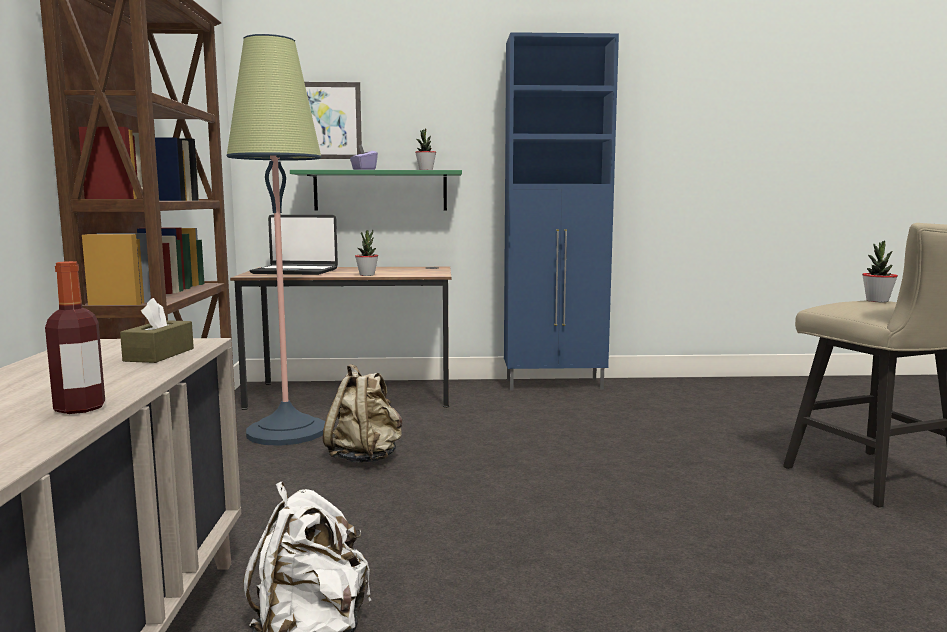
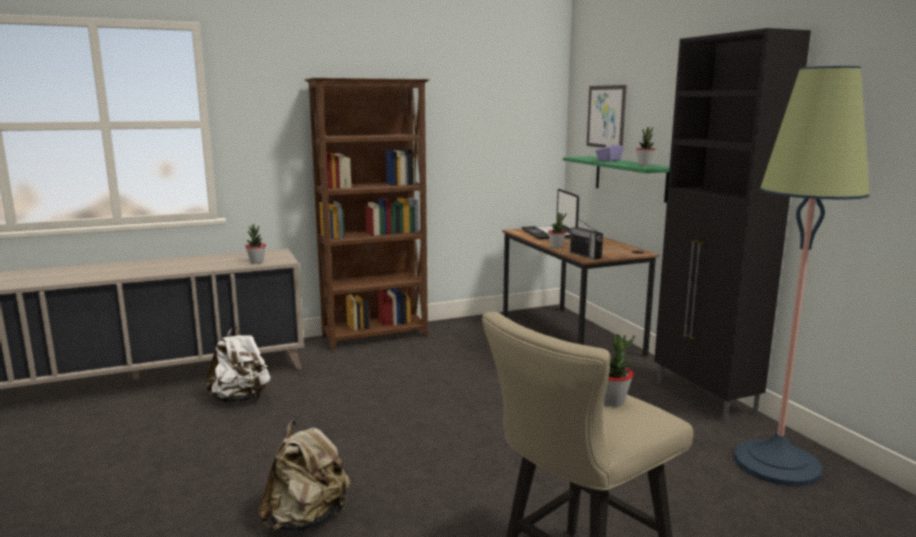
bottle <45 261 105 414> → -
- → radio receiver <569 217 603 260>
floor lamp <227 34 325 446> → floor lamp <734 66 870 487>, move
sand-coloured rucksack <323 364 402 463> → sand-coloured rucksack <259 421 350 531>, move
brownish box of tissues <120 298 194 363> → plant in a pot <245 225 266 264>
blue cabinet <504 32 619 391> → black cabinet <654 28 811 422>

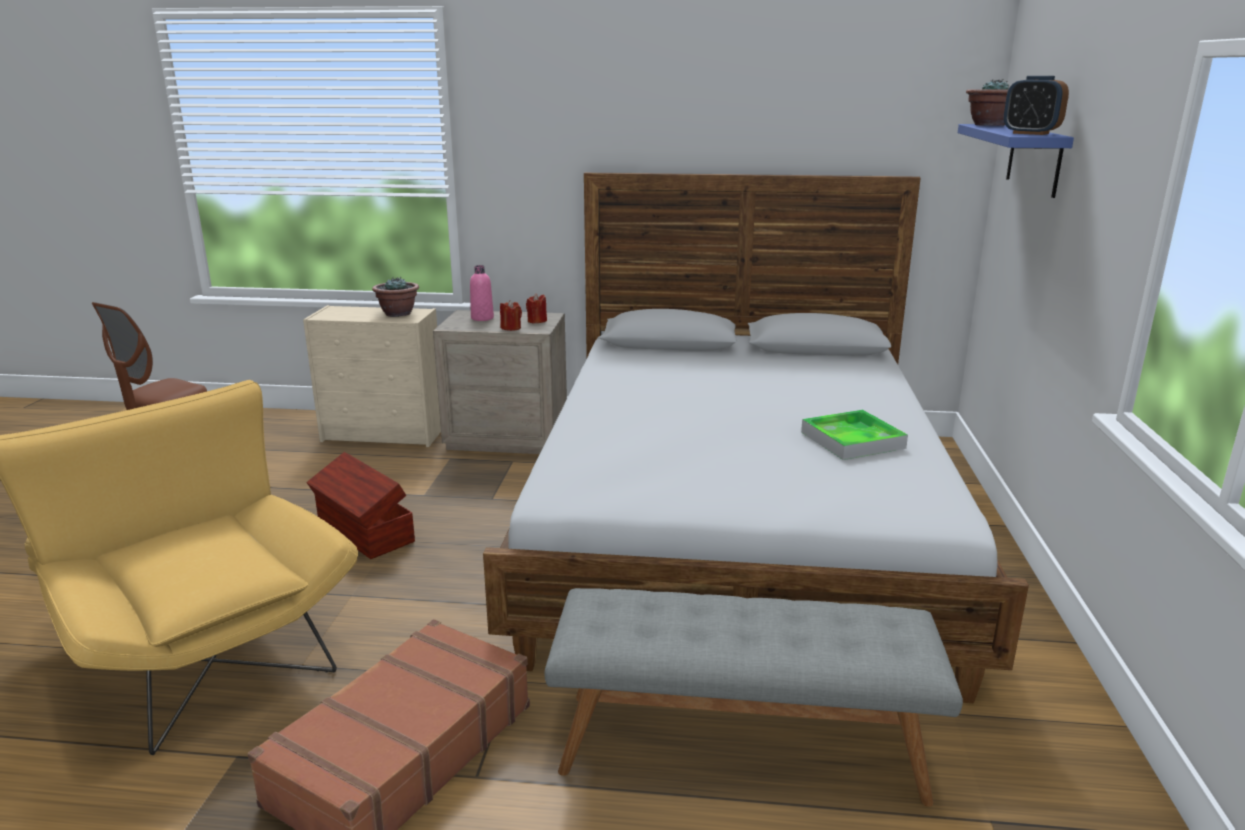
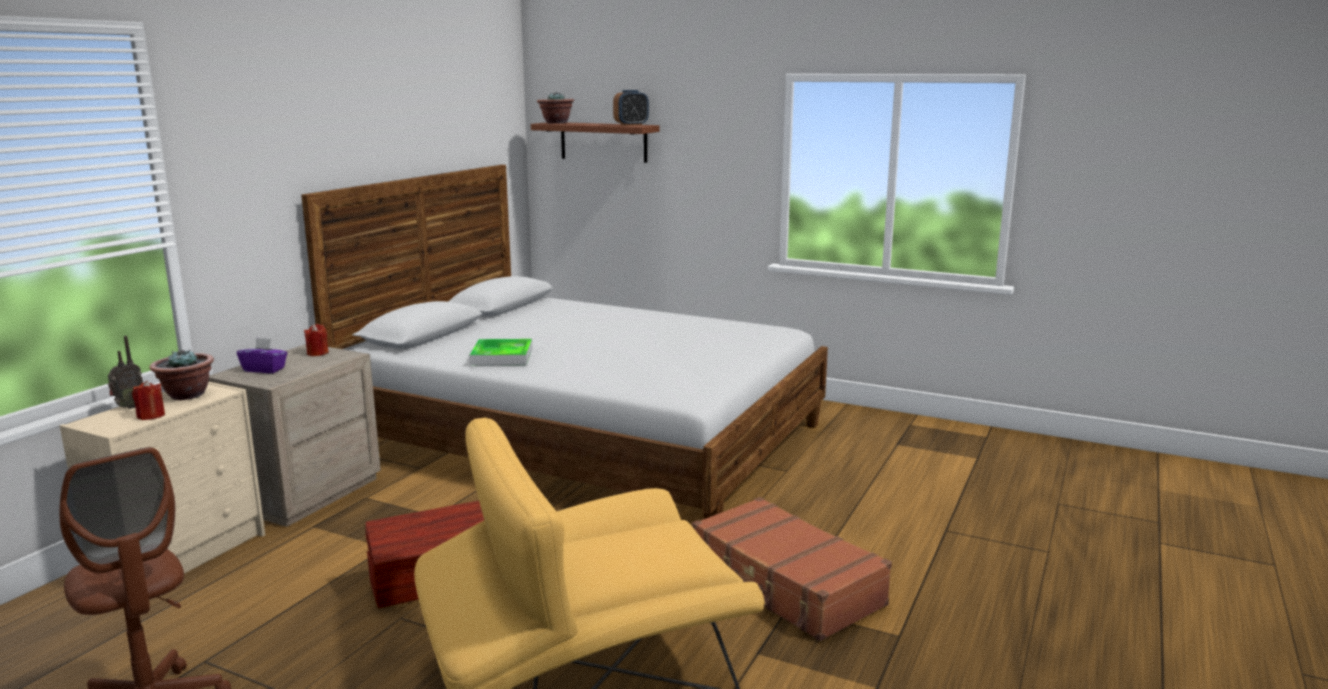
gray indoor bench <545 588 963 807> → -
- → radio receiver <108 336 143 409>
reddish wax light <500 300 522 331> → reddish wax light <132 381 165 420>, move
tray <801 410 908 460> → tray <470 339 532 366>, move
pink bottle <470 265 494 321> → purple-coloured box of tissues <237 338 287 373>
blue bracket shelf <958 124 1074 198> → brownish bracket shelf <531 122 659 163>

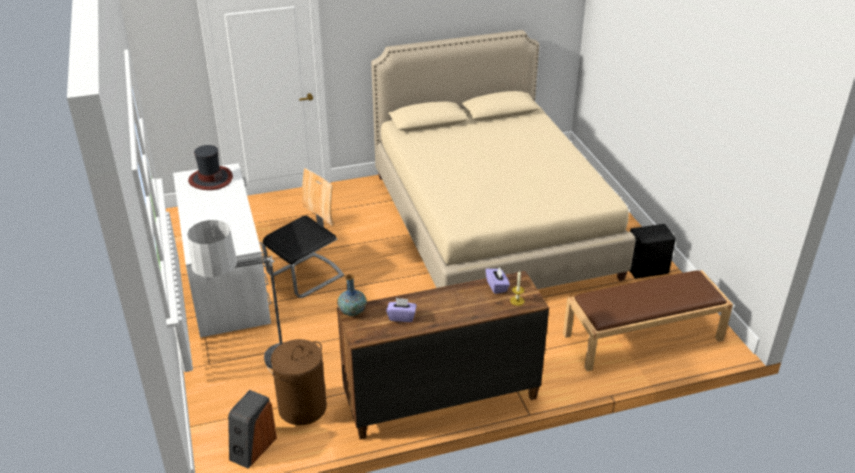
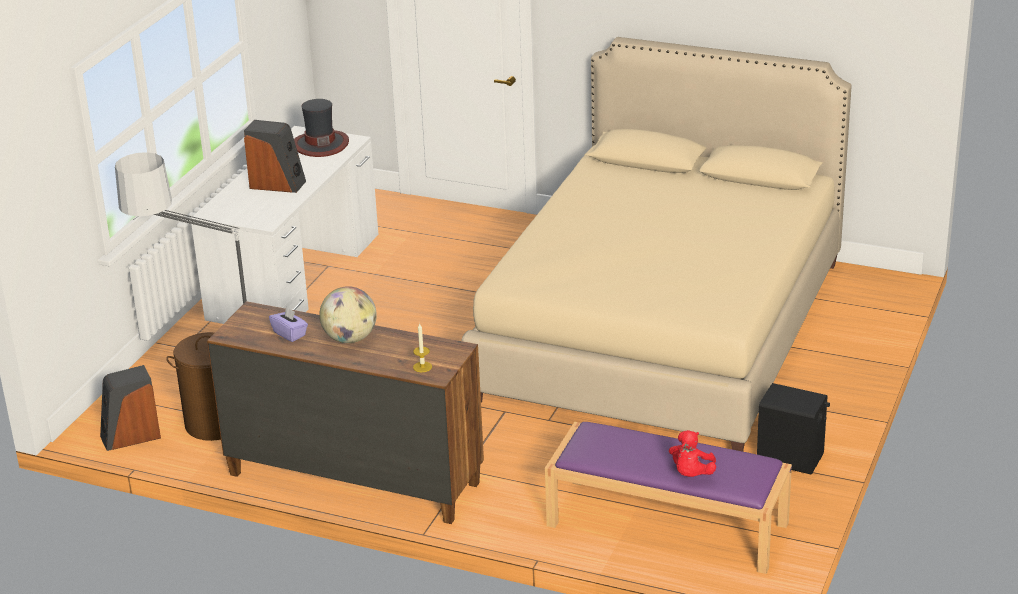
upright chair <262 168 344 298> → -
decorative vase <337 274 367 316> → -
purple-coloured box of tissues <486 266 510 294> → -
- → audio speaker <244 120 306 193>
- → desk globe <319 286 377 343>
- → reddish plush toy <669 430 716 477>
brownish indoor bench <563 270 733 371> → purple-coloured indoor bench <545 422 792 574>

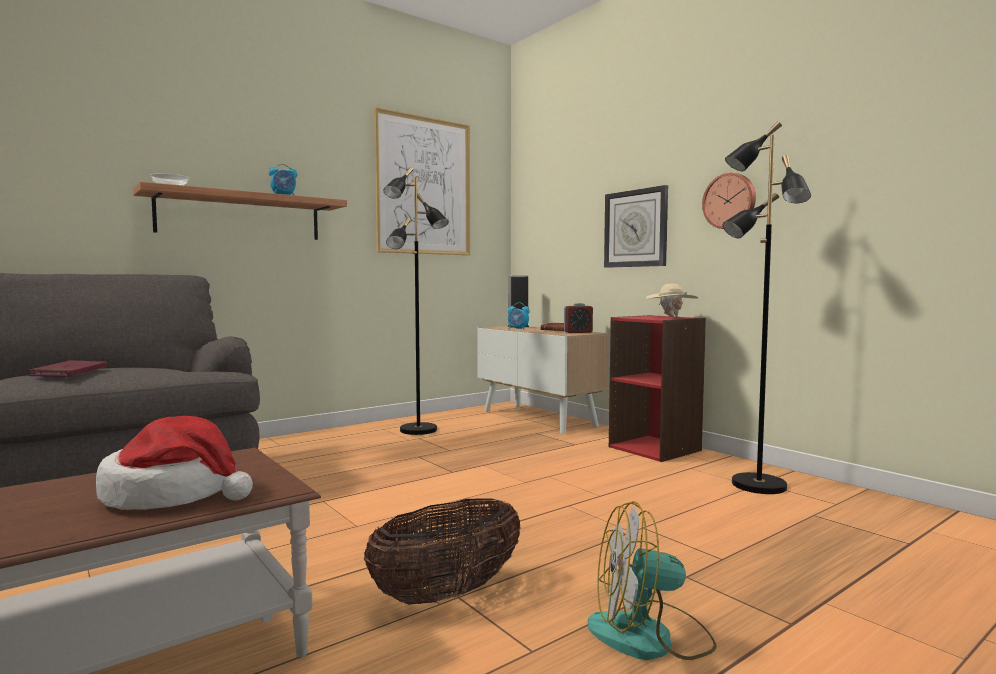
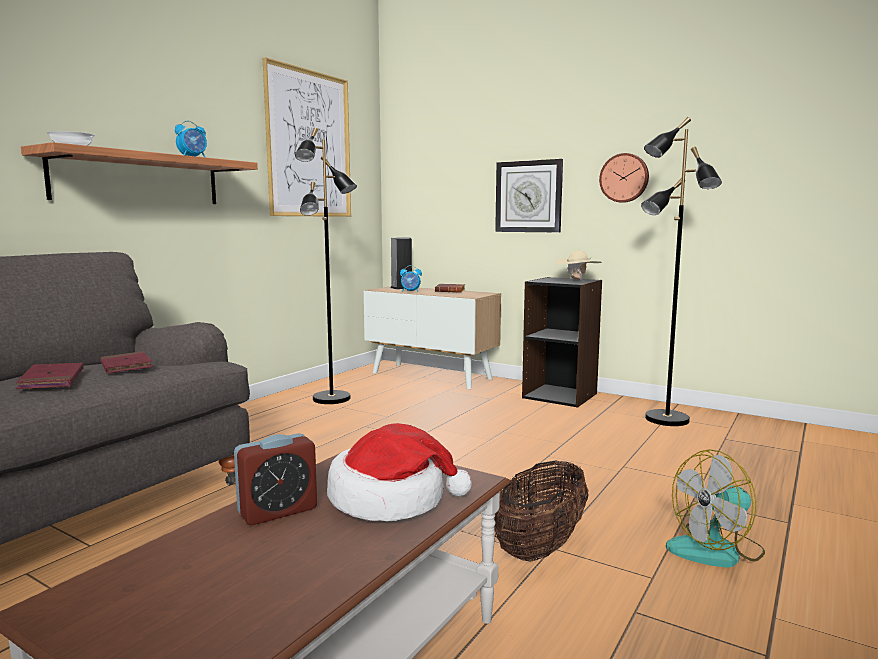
- → reddish bound book <100 351 153 373>
alarm clock <564 303 593 333> → alarm clock <234 433 317 525>, move
reddish shelving unit <609 315 706 462> → black shelving unit <522 277 602 408>

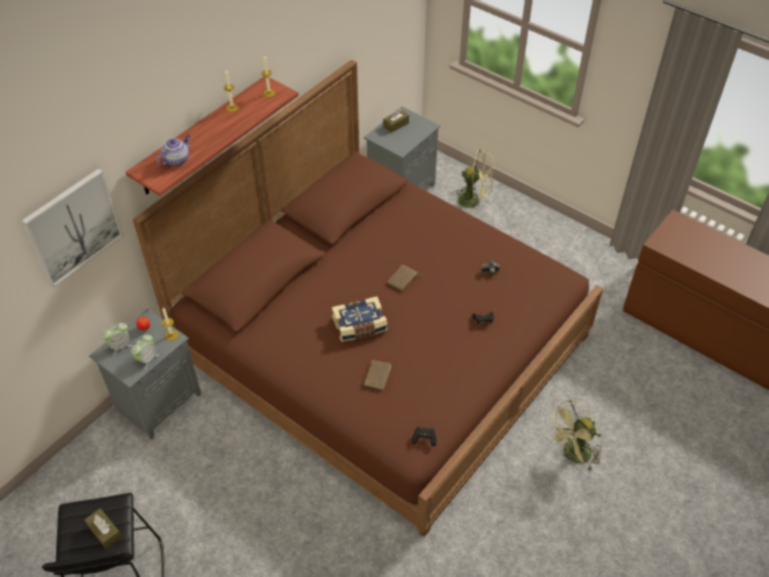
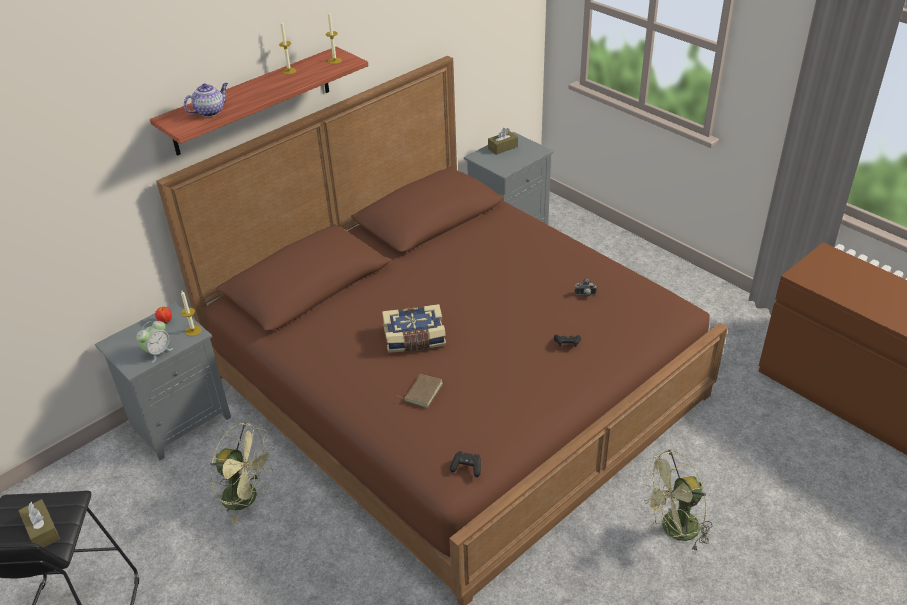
picture <21 169 123 288> → -
alarm clock <102 323 133 355> → -
brownish bound book <387 265 423 291> → -
greenish electric fan <452 149 493 215> → greenish electric fan <210 422 275 524>, move

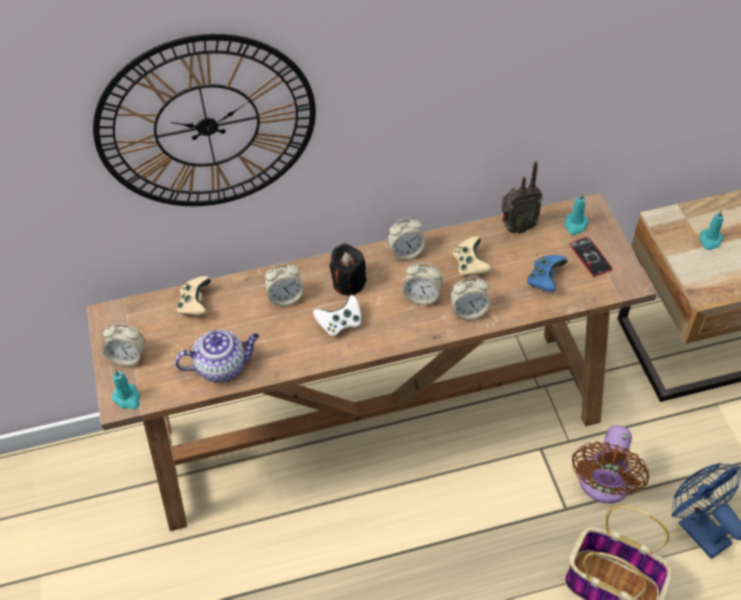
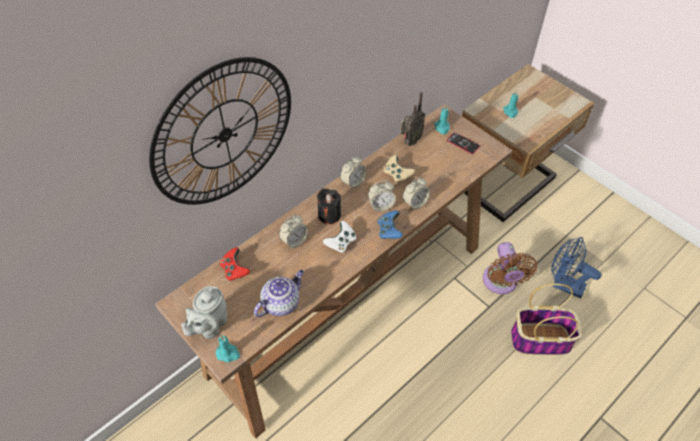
blue joypad <527 255 568 292> → blue joypad <378 211 403 239>, move
alarm clock <102 323 145 366> → gray tea pot <181 286 227 339>
sand-coloured joypad <177 276 211 315> → reddish joypad <220 247 250 281>

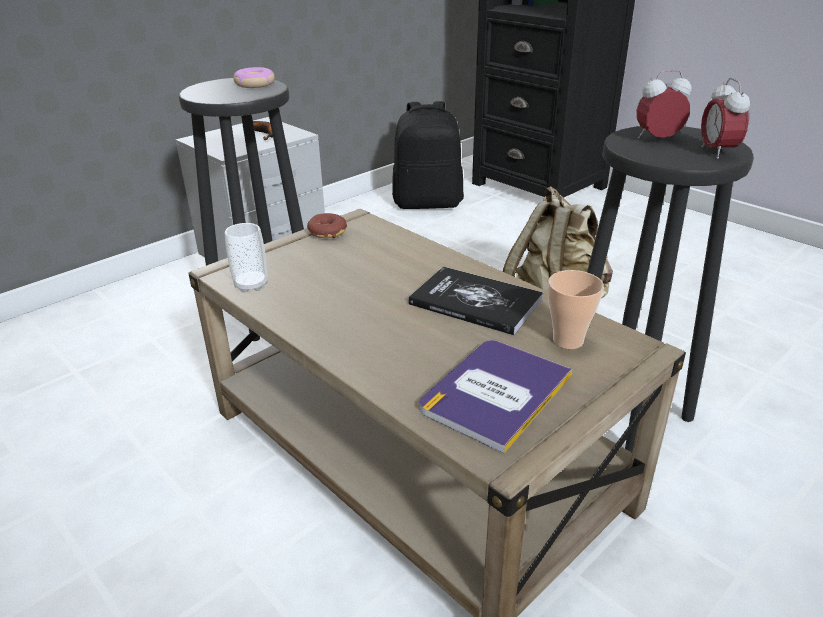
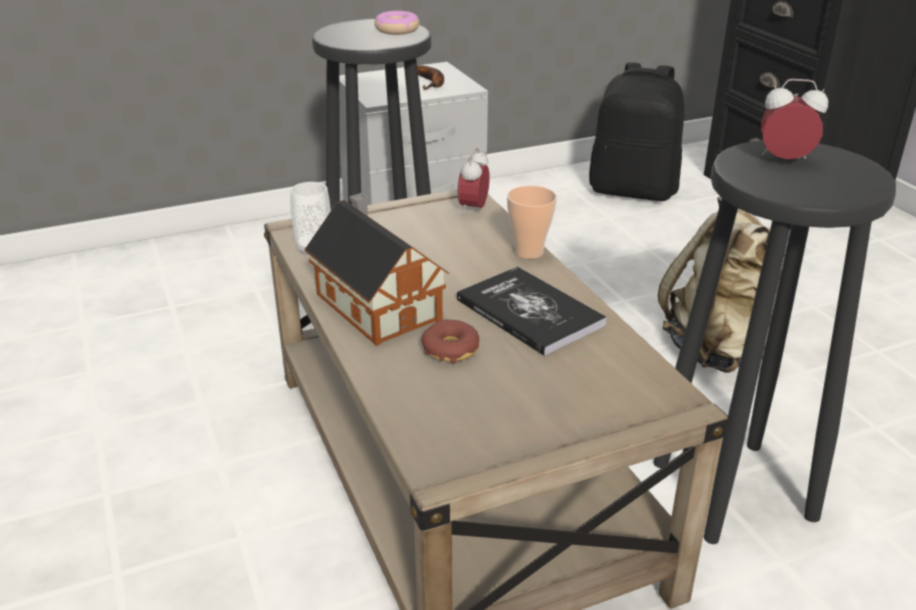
bound book <420 340 572 453> → -
- → miniature house <304 193 449 346>
doughnut <307 213 347 238> → doughnut <421 320 479 364>, move
small cup <548 270 604 349> → small cup <507 186 557 259>, move
alarm clock <701 78 750 159> → alarm clock <457 148 490 216>, move

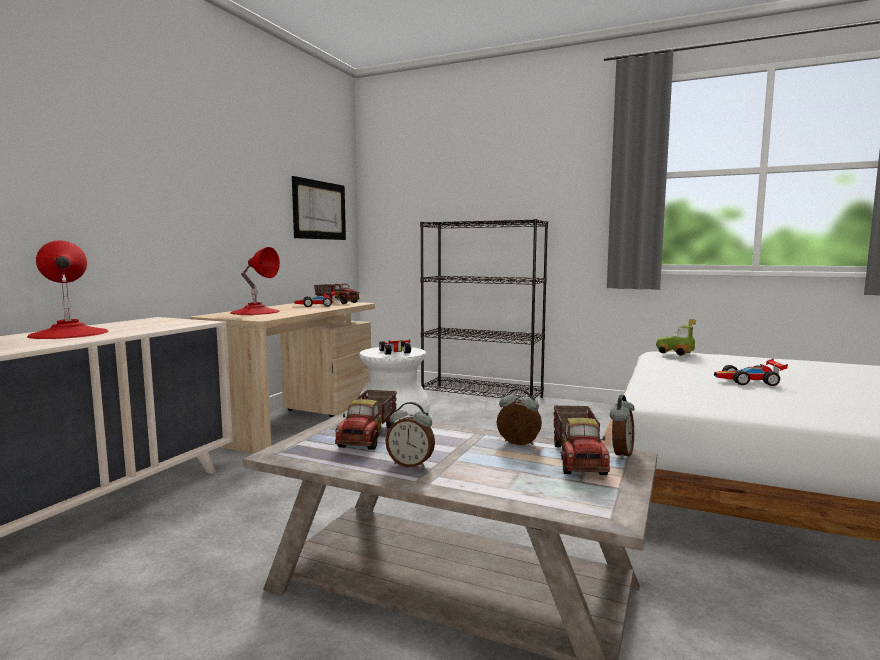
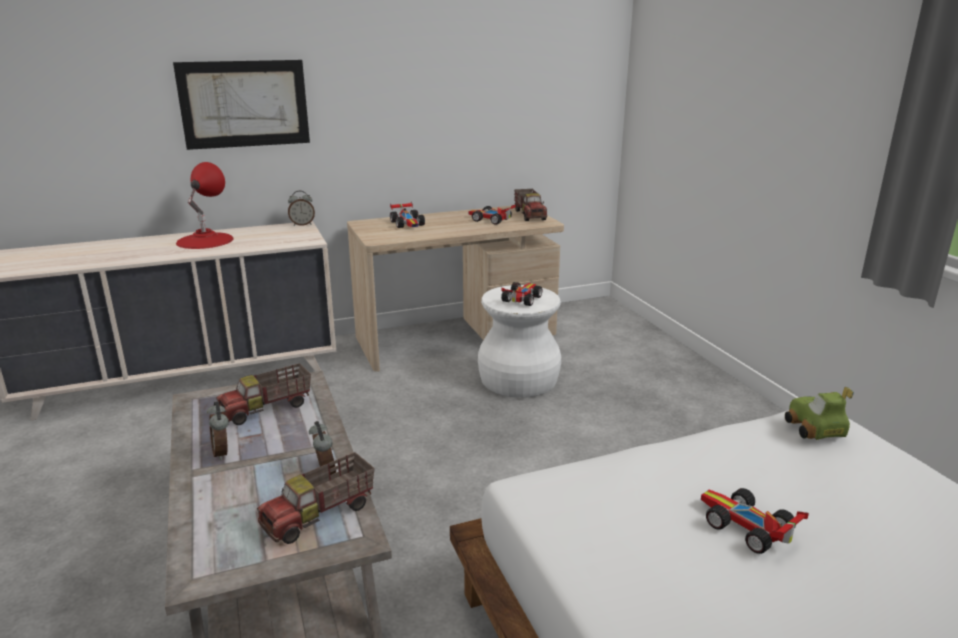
black shelving unit <420 219 548 400> → -
picture <292 176 346 240> → picture <173 60 310 150>, move
alarm clock <610 395 635 460> → alarm clock <288 190 315 226>, move
reddish table lamp <230 247 280 315> → model car <390 202 425 228>

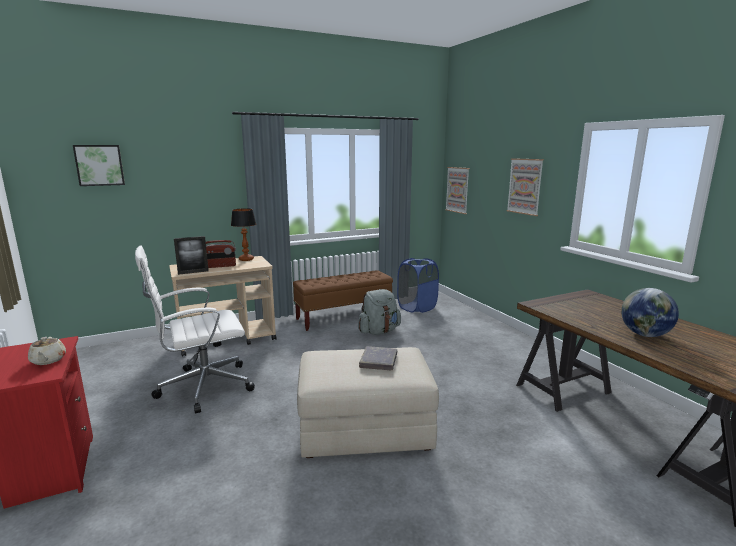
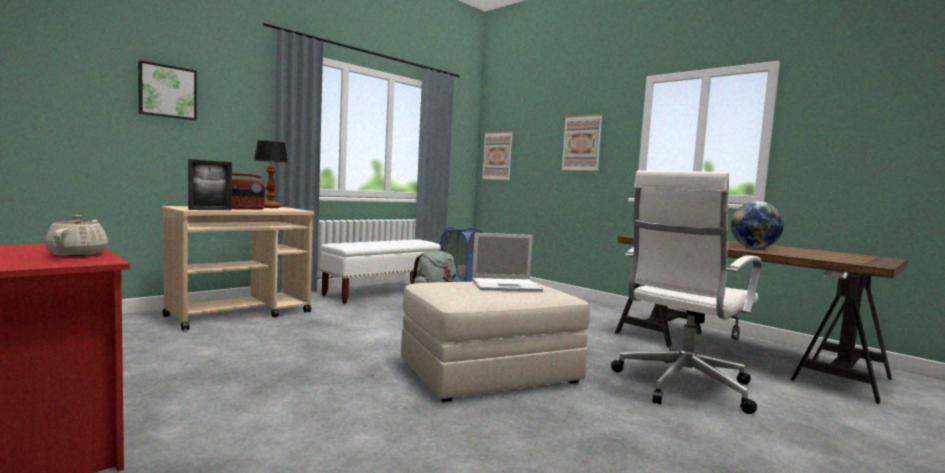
picture <73 145 125 186> → picture <138 60 197 120>, move
whitish computer chair <135 246 255 413> → whitish computer chair <611 170 762 414>, move
gray bound book <359 346 397 370> → laptop <472 233 543 292>
brownish indoor bench <293 271 393 331> → whitish indoor bench <321 239 441 304>
sand-coloured tea pot <28 337 66 365> → sand-coloured tea pot <44 215 108 256>, 150 degrees counterclockwise

